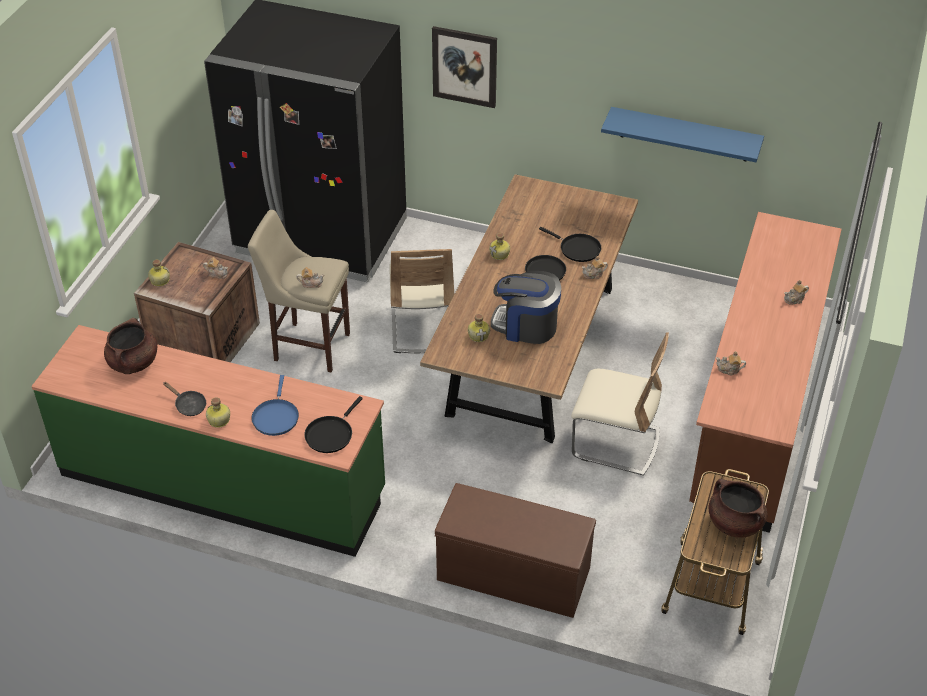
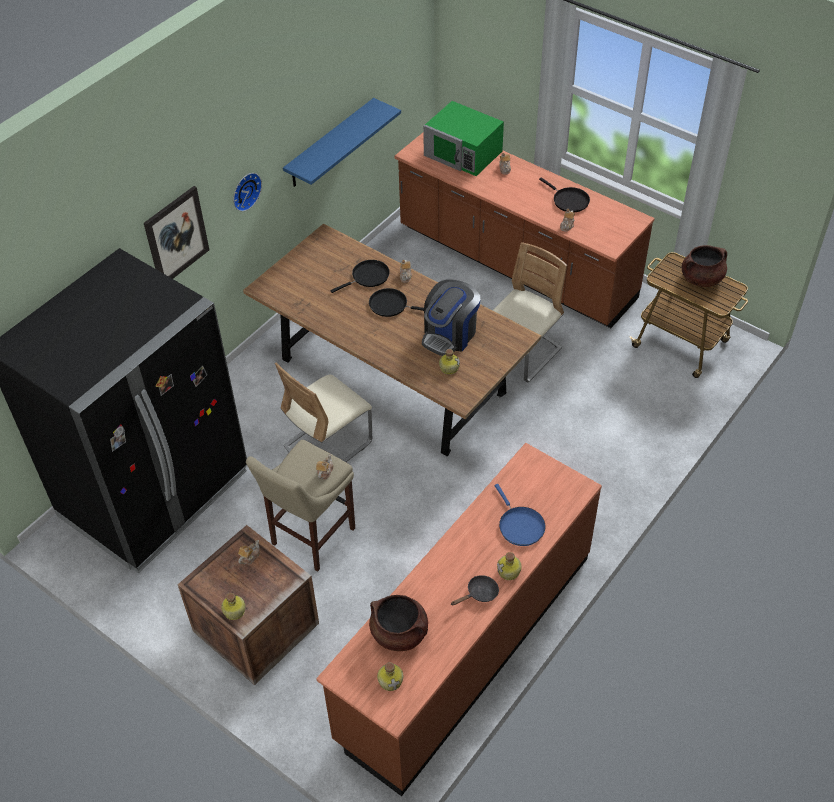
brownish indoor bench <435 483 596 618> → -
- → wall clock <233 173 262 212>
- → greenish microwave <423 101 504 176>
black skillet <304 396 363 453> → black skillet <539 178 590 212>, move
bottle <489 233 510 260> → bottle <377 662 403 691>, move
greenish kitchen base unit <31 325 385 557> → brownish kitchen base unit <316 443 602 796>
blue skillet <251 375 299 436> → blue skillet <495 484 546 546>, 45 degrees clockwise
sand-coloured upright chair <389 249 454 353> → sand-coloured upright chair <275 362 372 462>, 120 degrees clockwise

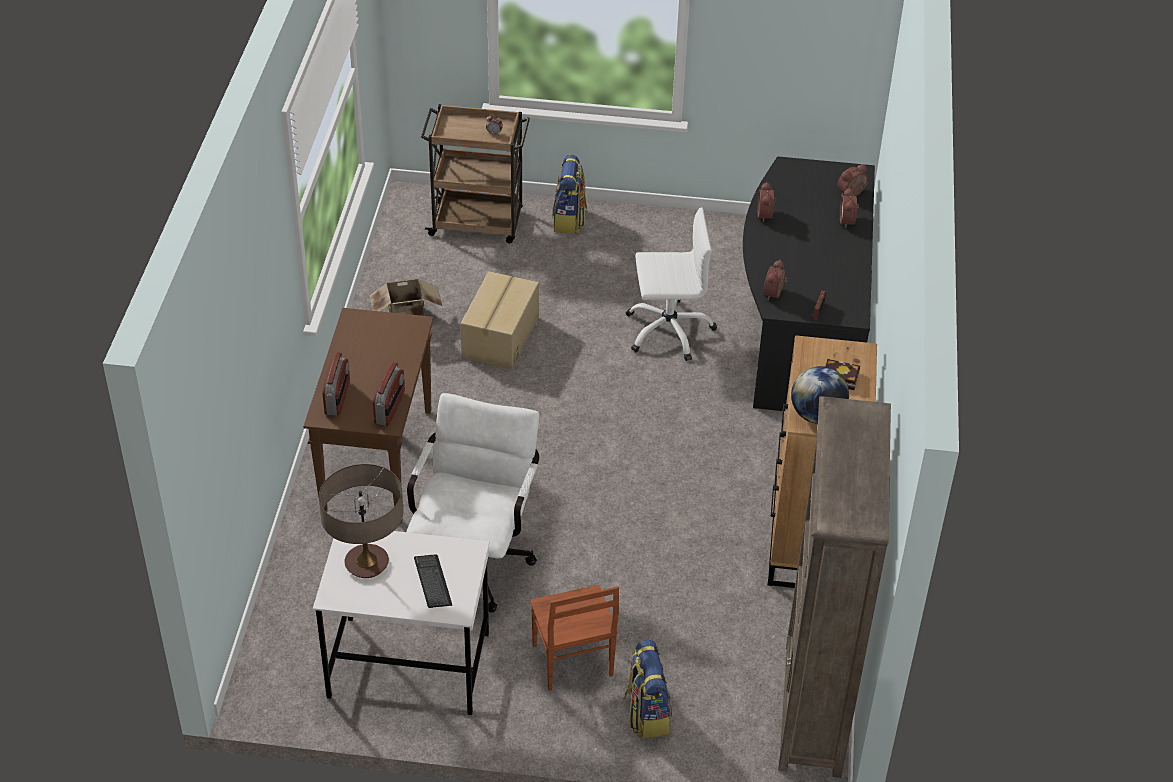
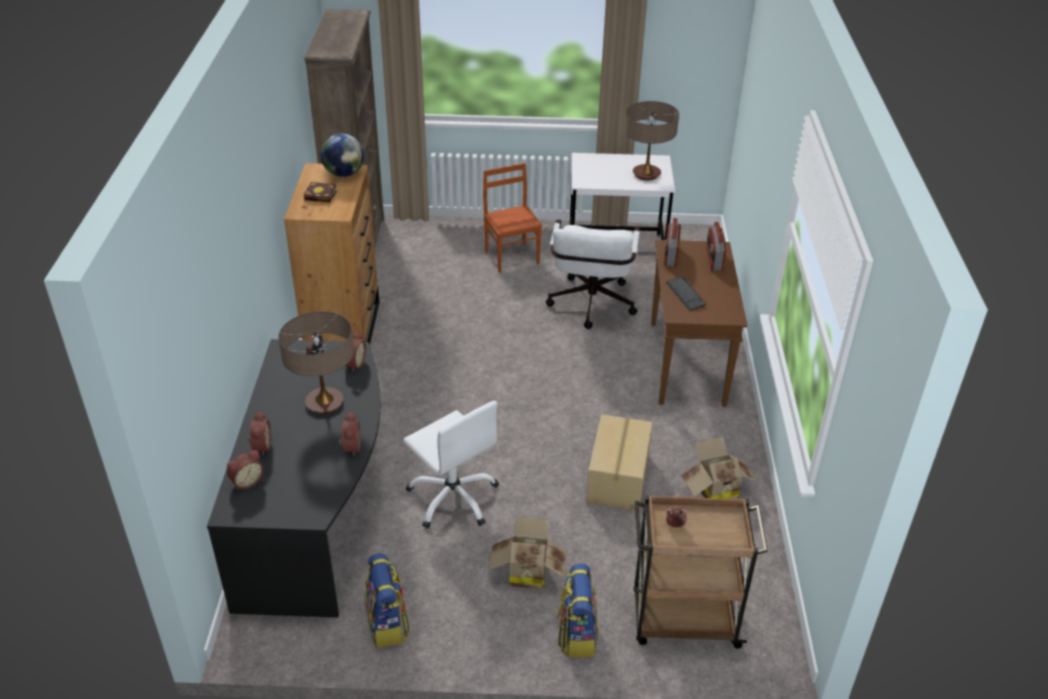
- → table lamp <278 312 354 414>
- → packing box <489 516 567 589>
computer keyboard <414 555 453 608> → computer keyboard <666 276 706 311>, move
rucksack <624 640 672 738> → rucksack <364 553 410 648>, move
whitish computer chair <626 208 717 361> → whitish computer chair <403 401 499 529>, 120 degrees counterclockwise

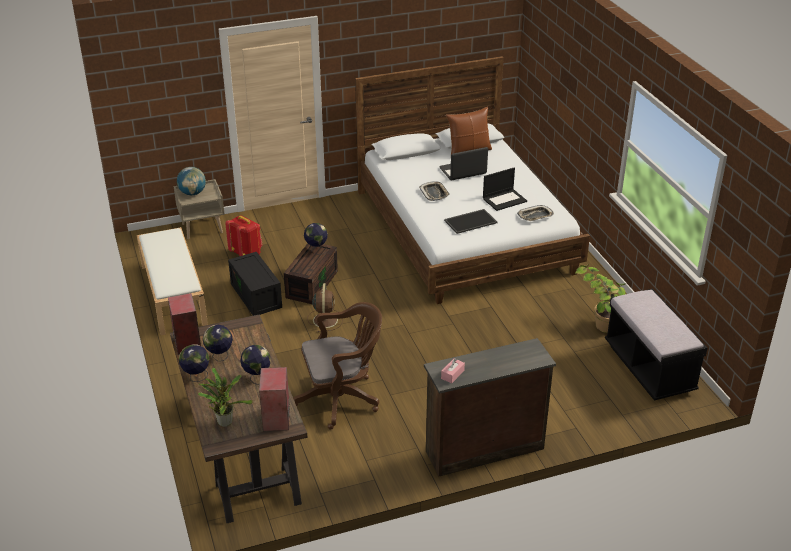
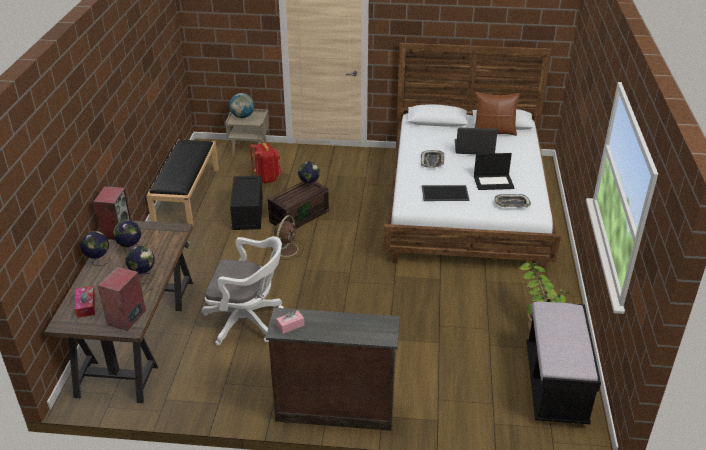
plant in a pot <198 367 253 427> → box of tissues <75 286 95 318>
whitish indoor bench <137 227 208 335> → black indoor bench <146 140 219 226>
brownish computer chair <293 302 382 430> → whitish computer chair <202 236 284 346>

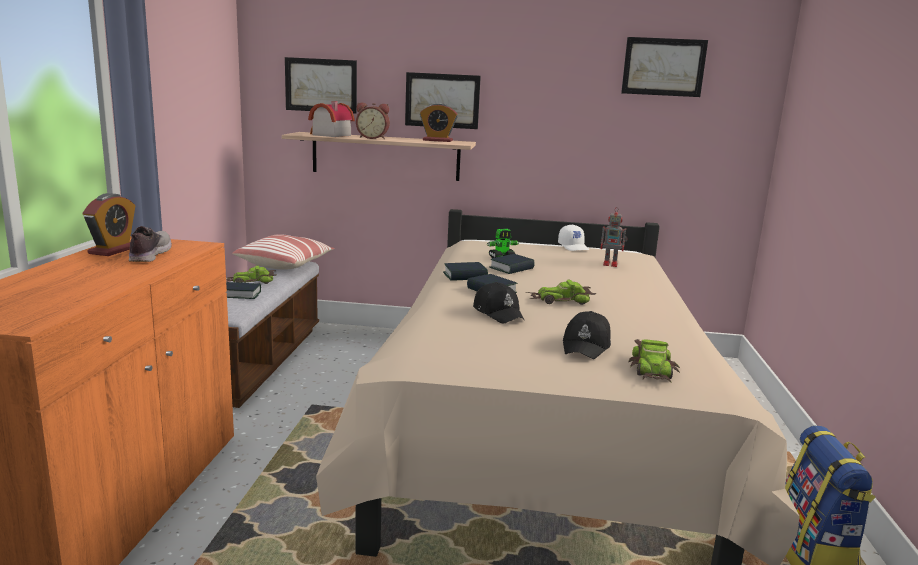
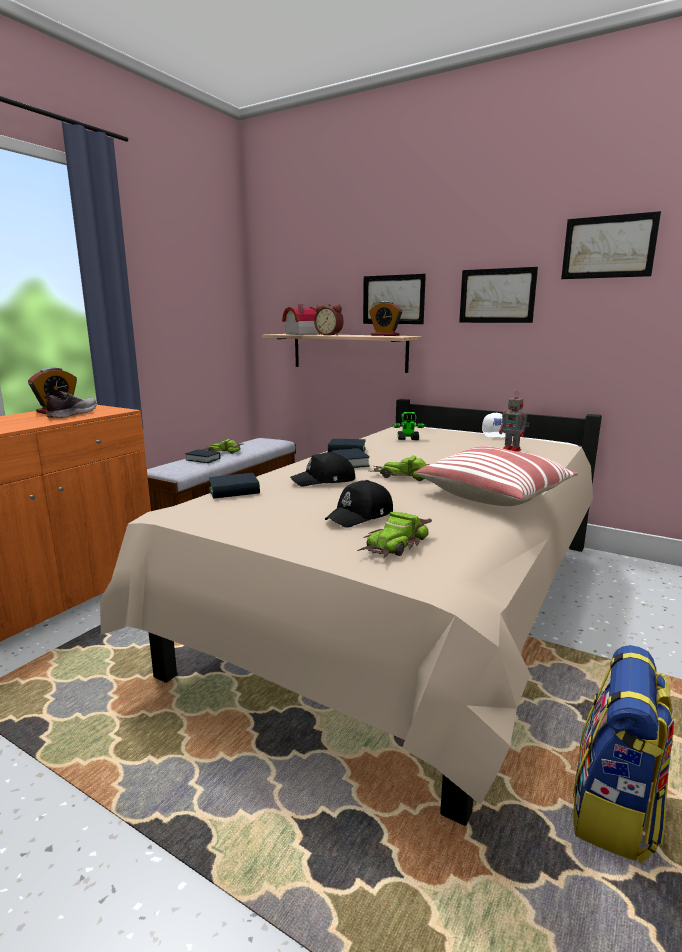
cushion <232 234 334 269> → cushion <416 446 579 506>, move
picture <285 57 357 114> → picture <459 267 538 323>, move
bound book <489 254 535 274> → bound book <209 473 260 499>, move
black cap <473 282 524 324> → black cap <290 452 355 487>, 75 degrees clockwise

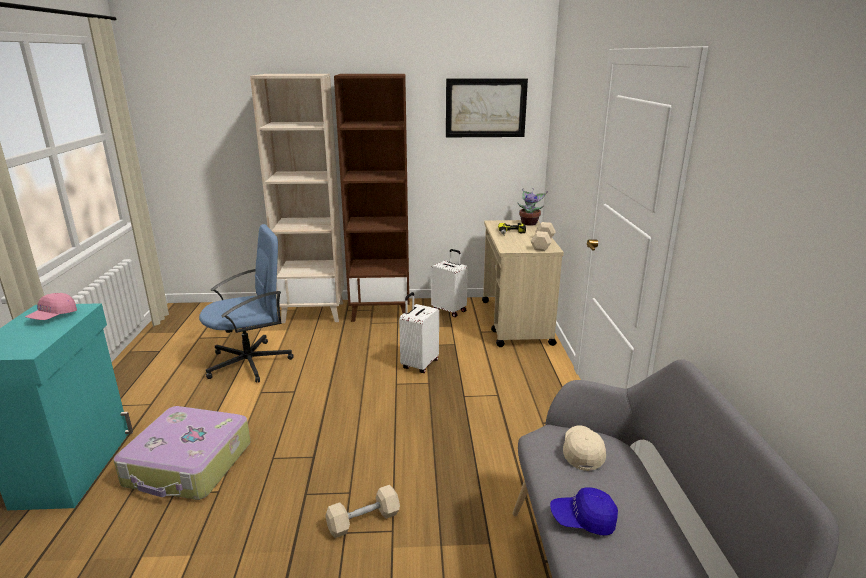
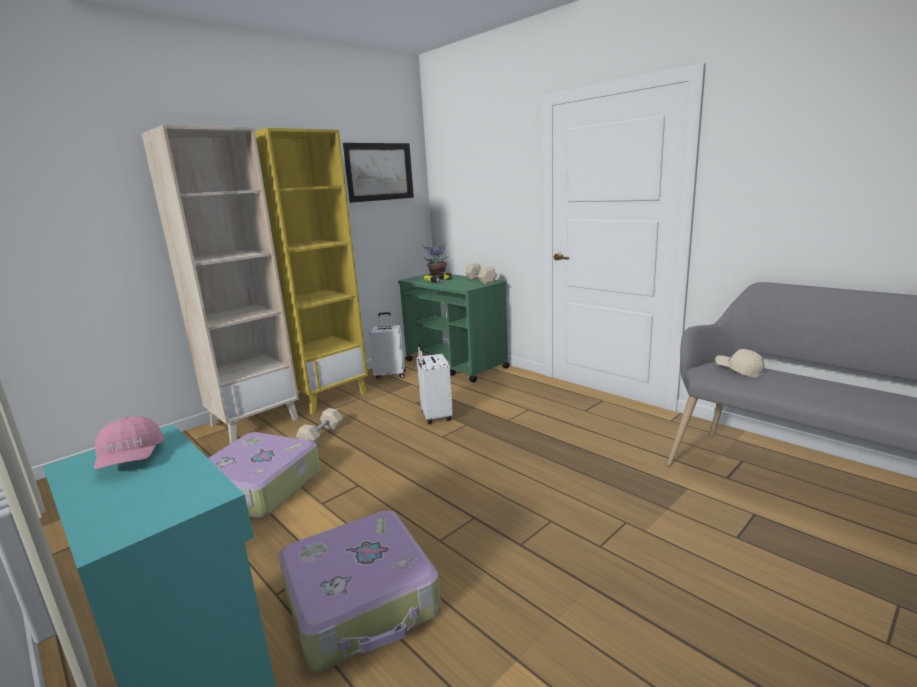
blue cap <550 487 618 535> → -
sand-coloured free weight <325 485 400 538> → sand-coloured free weight <296 408 343 444>, move
blue computer chair <199 224 293 383> → suitcase <208 432 320 518>
brownish shelving unit <334 74 409 322> → yellow shelving unit <255 128 368 414>
sand-coloured cart <482 220 564 347> → greenish cart <398 274 510 383>

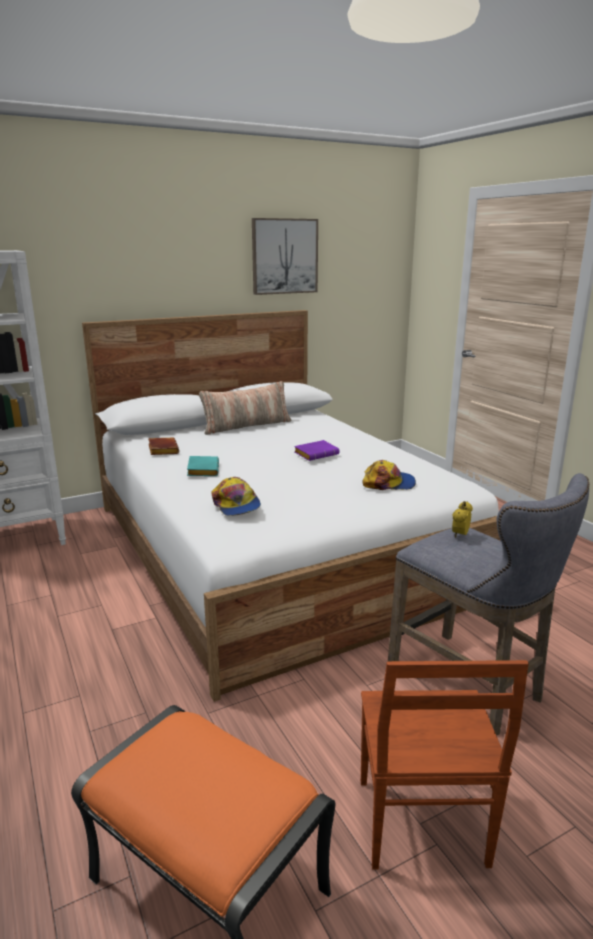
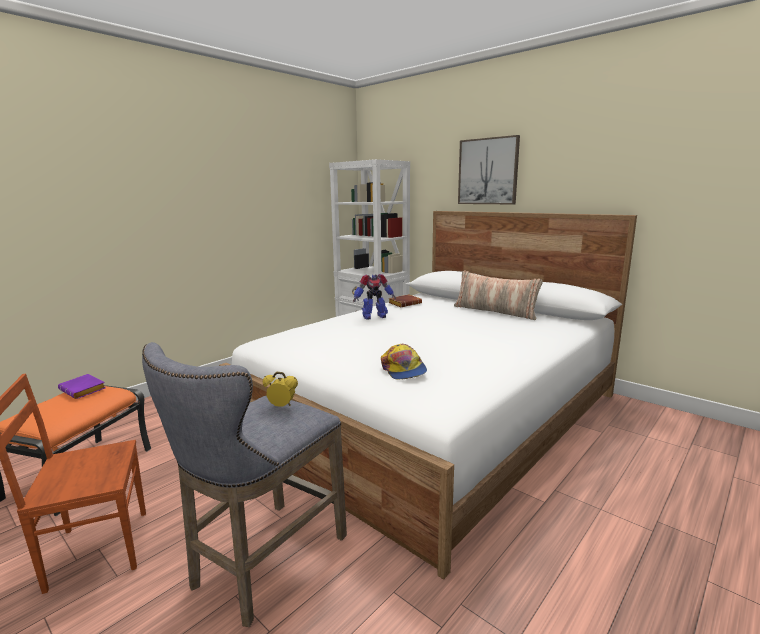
cap <212 477 261 516> → -
picture <252 218 318 295> → picture <458 135 520 204>, move
purple-coloured bound book <294 440 340 461> → purple-coloured bound book <58 374 106 399>, move
turquoise-coloured bound book <187 456 219 476> → model robot <353 274 396 319>

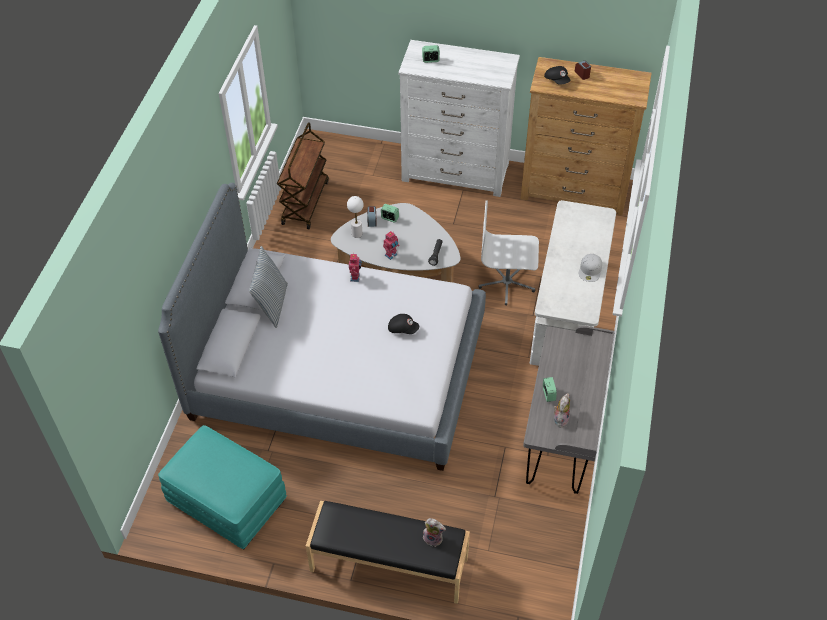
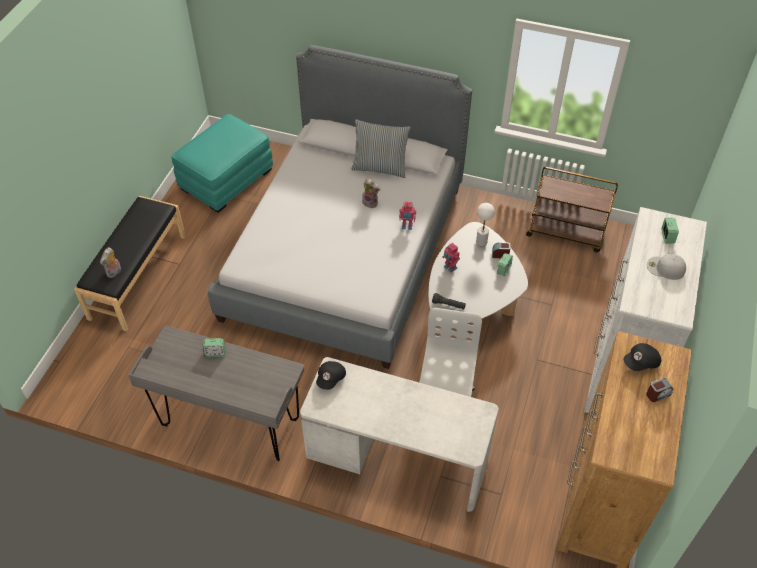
black cap <388 314 419 334> → black cap <316 361 346 390>, move
plush toy <554 393 570 428> → plush toy <362 179 380 208>, move
whitish cap <579 254 602 282> → whitish cap <647 253 686 280>, move

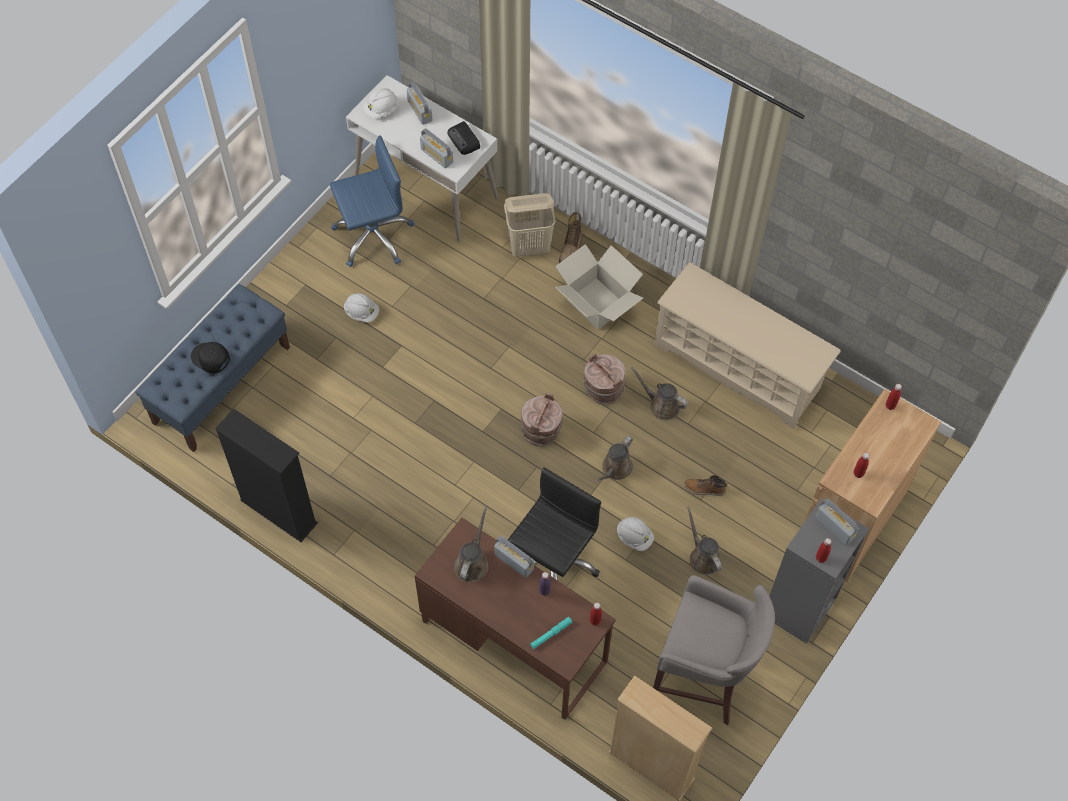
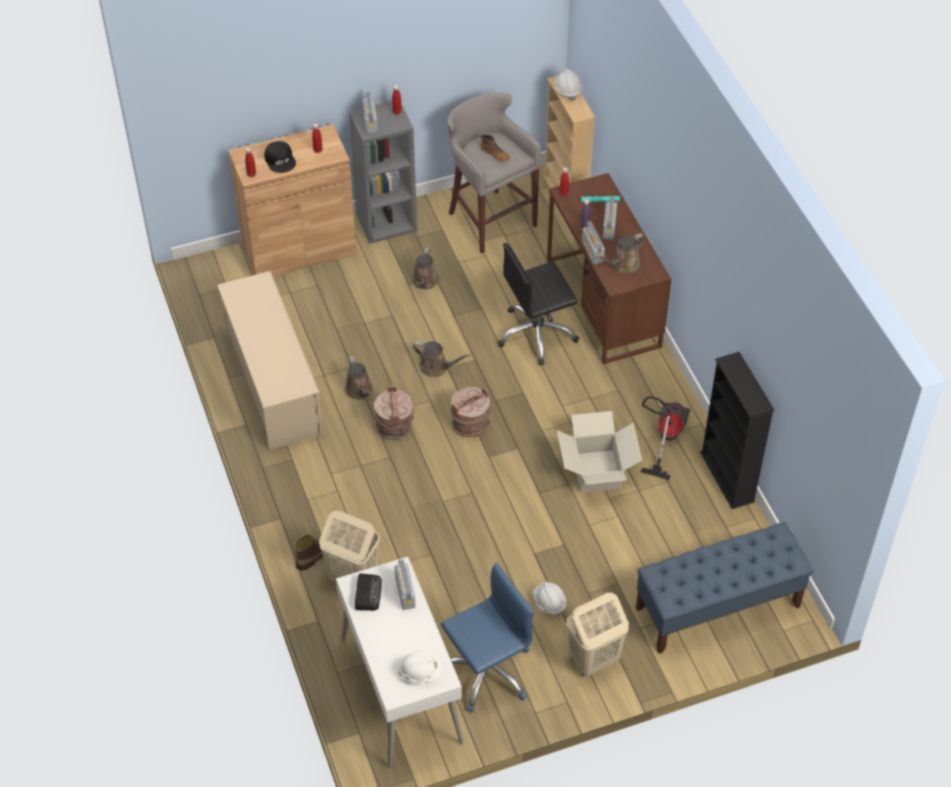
- → sand-coloured laundry basket <566 593 629 676>
- → vacuum <641 396 690 480>
black cap <191 342 230 373> → black cap <264 141 296 173>, move
radio receiver <407 82 432 125> → radio receiver <603 197 617 240>, move
packing box <555 244 643 330> → packing box <557 411 642 492>, move
whitish hard hat <617 517 654 551> → whitish hard hat <555 69 582 101>, move
boot <684 475 727 496> → boot <480 135 510 163>, move
blue computer chair <330 135 414 267> → blue computer chair <441 563 534 712>, 135 degrees clockwise
brownish watering can <594 436 633 483> → brownish watering can <413 341 471 377>, 45 degrees clockwise

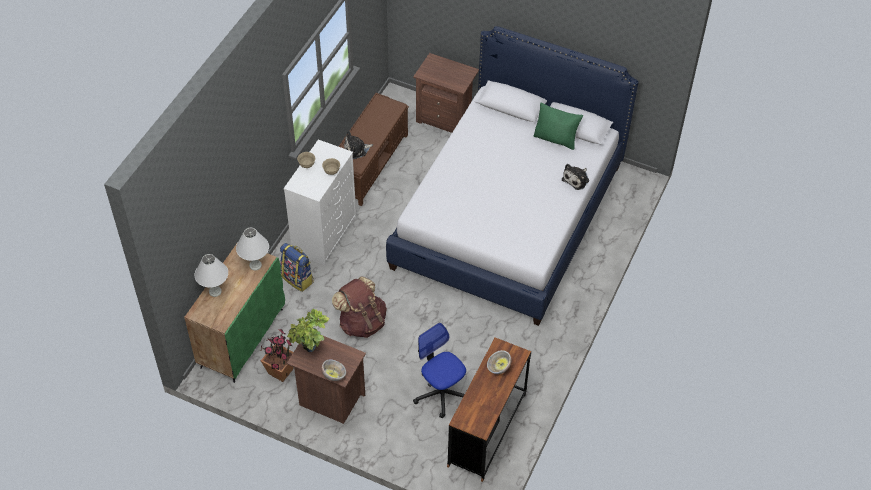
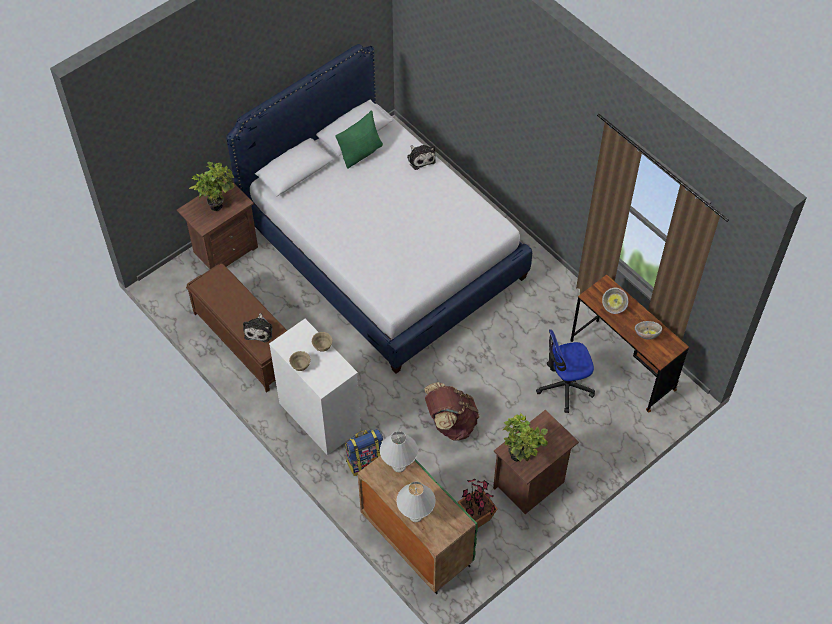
- → plant in a pot <189 162 235 211>
serving bowl <322 359 346 381> → serving bowl <635 321 662 340>, move

